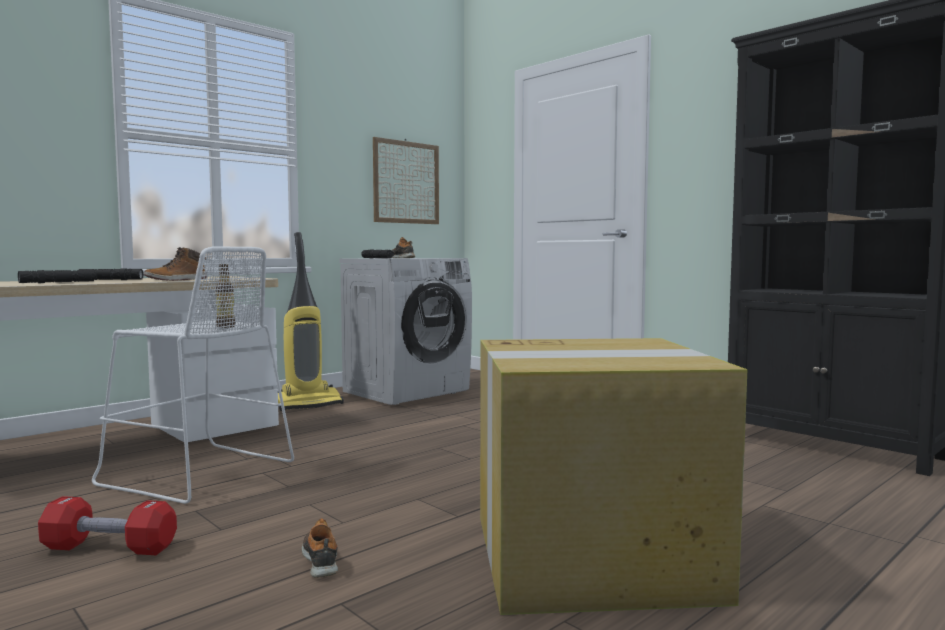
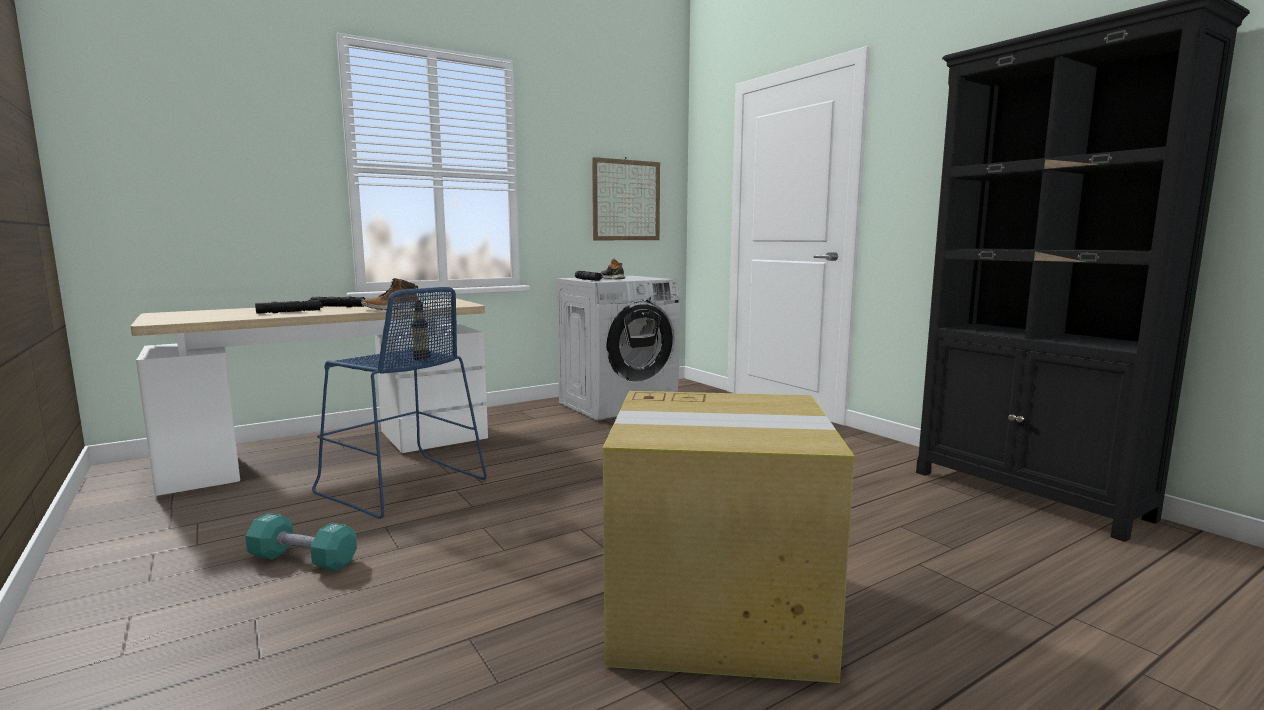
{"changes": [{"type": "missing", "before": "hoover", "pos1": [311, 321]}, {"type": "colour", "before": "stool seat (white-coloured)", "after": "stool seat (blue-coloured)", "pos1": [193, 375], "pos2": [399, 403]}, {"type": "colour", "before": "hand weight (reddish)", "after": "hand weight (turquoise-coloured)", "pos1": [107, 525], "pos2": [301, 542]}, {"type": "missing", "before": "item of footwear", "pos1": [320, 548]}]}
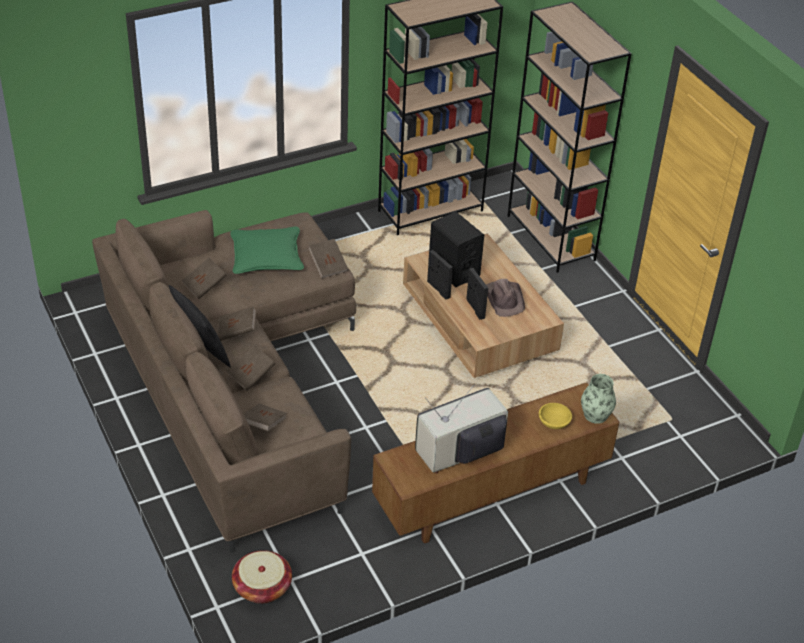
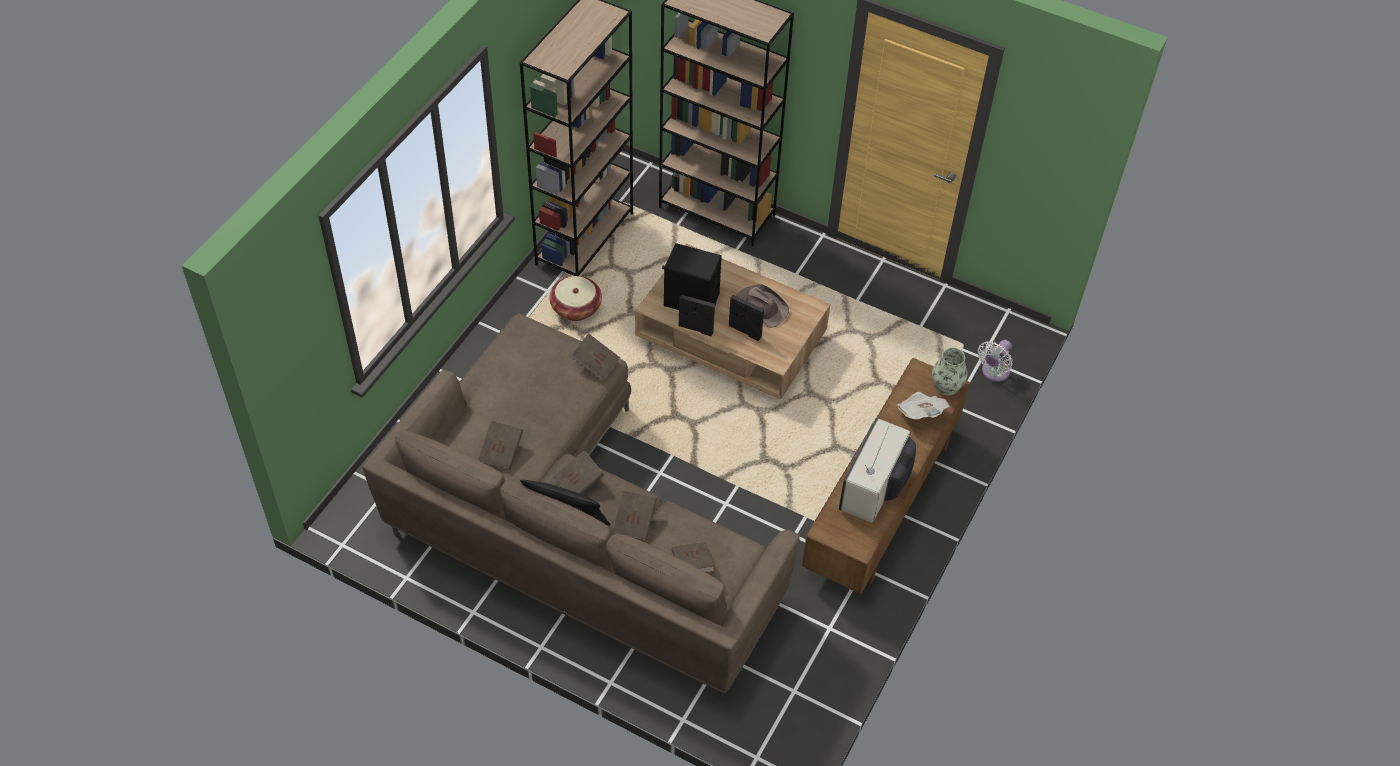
{"changes": [{"type": "missing", "before": "throw pillow (green)", "pos1": [267, 250]}, {"type": "exchanged", "before": "serving bowl (yellowish)", "after": "printed paper", "pos1": [555, 416], "pos2": [923, 405]}, {"type": "relocated", "before": "basket", "pos1": [262, 577], "pos2": [575, 298]}, {"type": "appeared", "after": "cooling fan (white-coloured)", "pos2": [995, 361]}]}
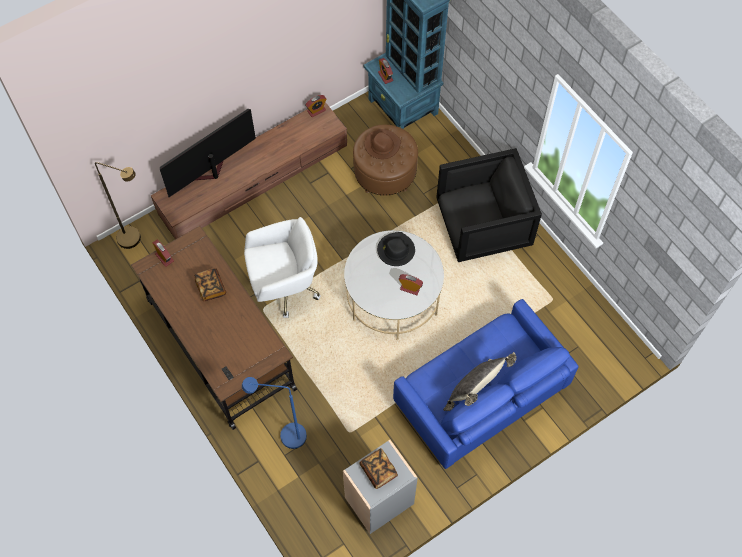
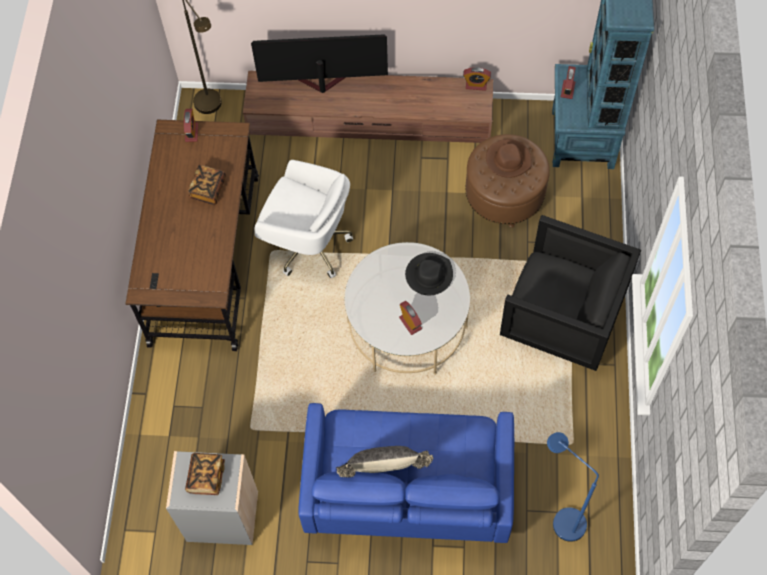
{"changes": [{"type": "relocated", "before": "floor lamp (blue-coloured)", "pos1": [274, 413], "pos2": [573, 487]}]}
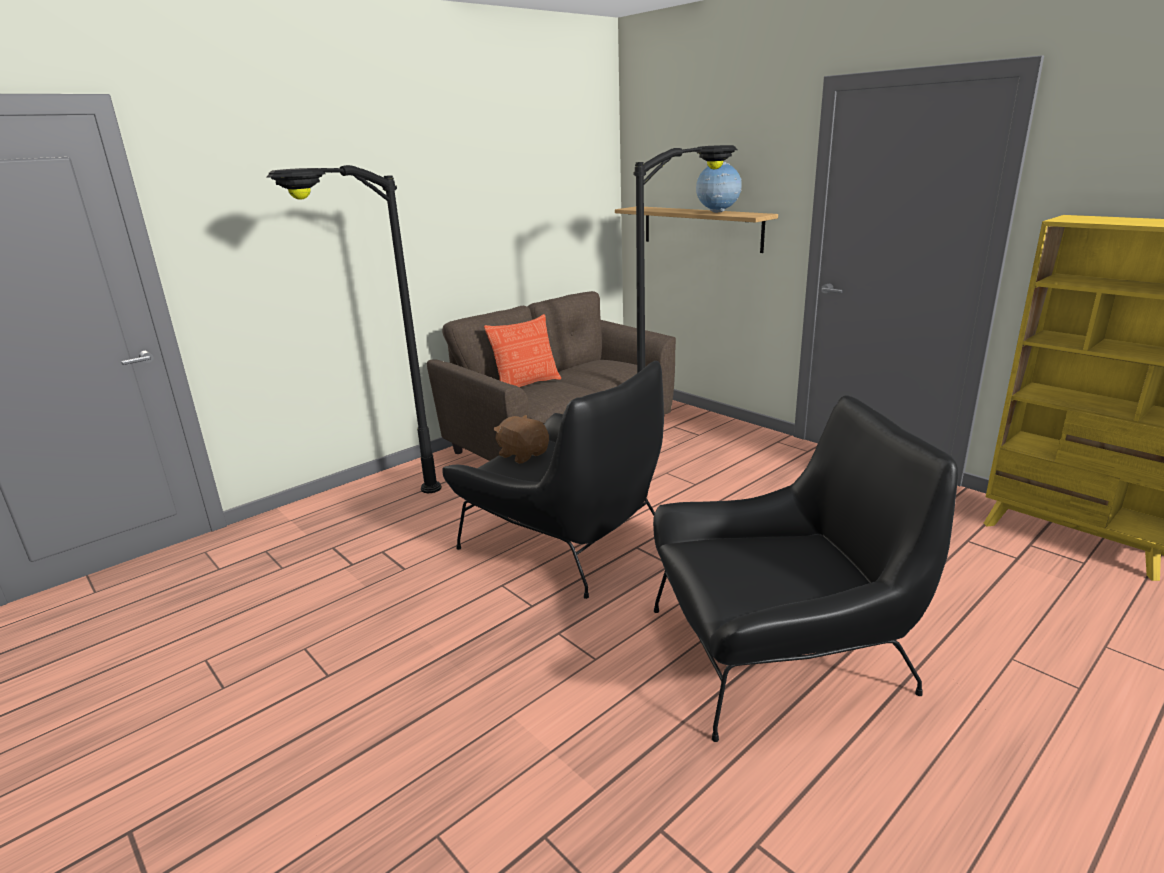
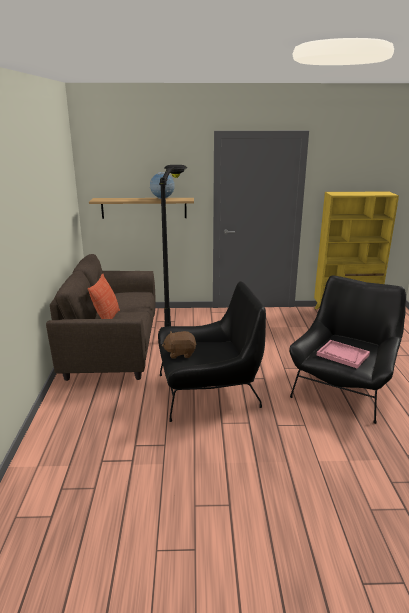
{"changes": [{"type": "missing", "before": "floor lamp (black-coloured)", "pos1": [354, 329]}, {"type": "appeared", "after": "serving tray (pink-coloured)", "pos2": [343, 354]}]}
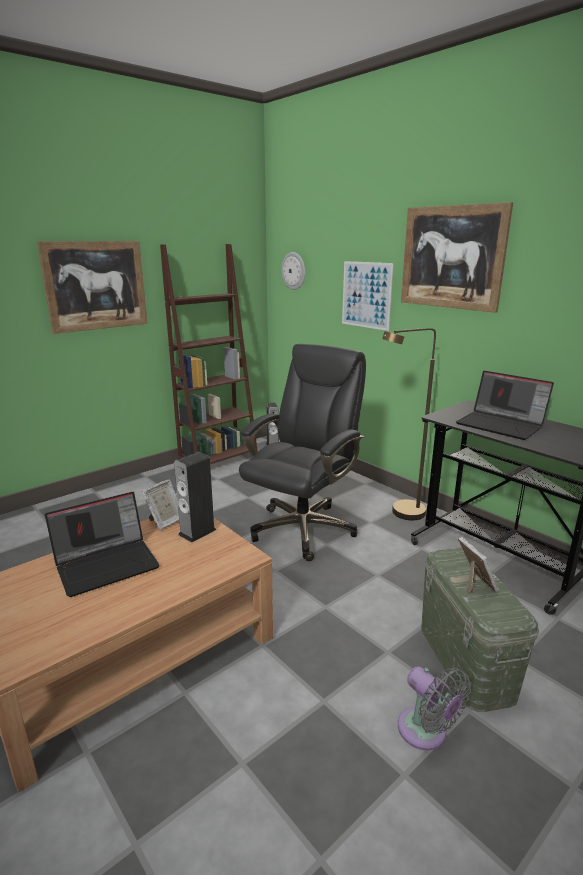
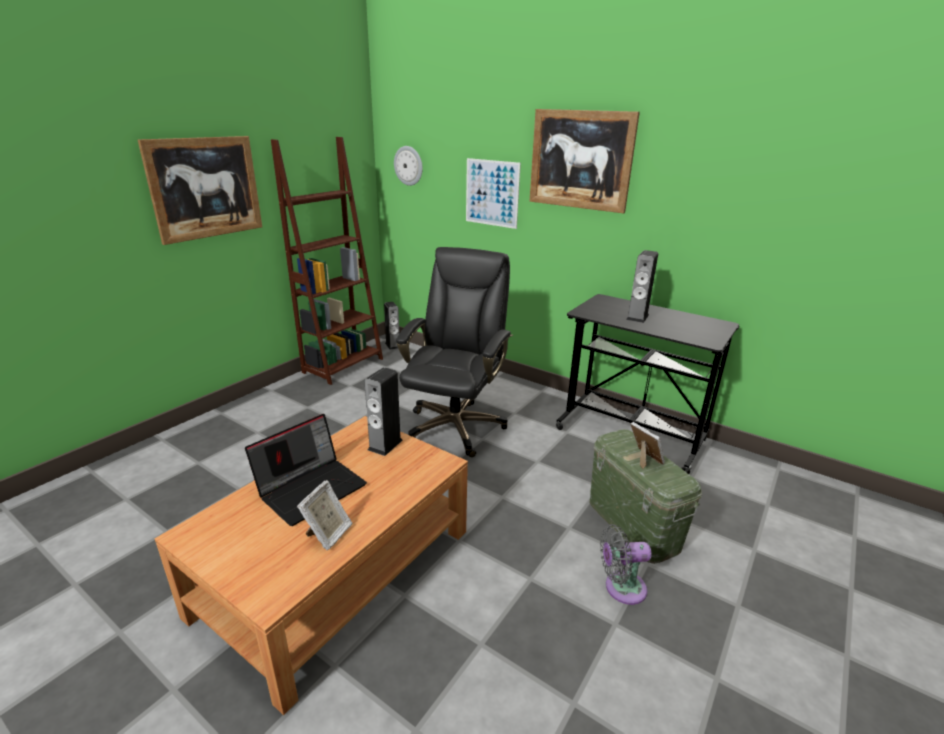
{"changes": [{"type": "missing", "before": "floor lamp (brownish)", "pos1": [409, 424]}, {"type": "exchanged", "before": "laptop", "after": "audio speaker", "pos1": [505, 405], "pos2": [642, 286]}, {"type": "relocated", "before": "standing frame", "pos1": [160, 505], "pos2": [324, 515]}, {"type": "spun", "before": "cooling fan (greyish)", "pos1": [434, 708], "pos2": [626, 564], "turn": 135}]}
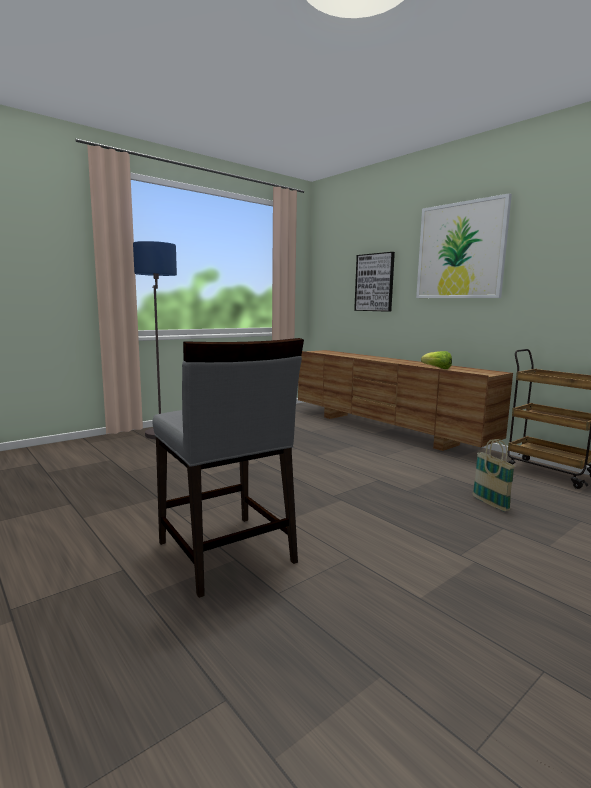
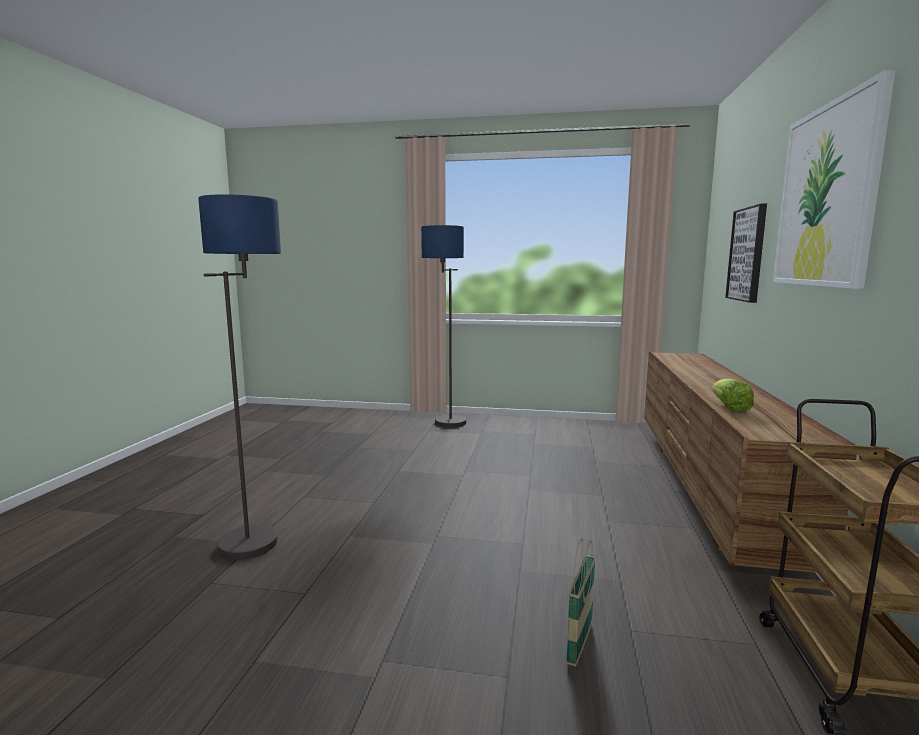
{"changes": [{"type": "exchanged", "before": "upright chair (greyish)", "after": "floor lamp (blue-coloured)", "pos1": [228, 468], "pos2": [239, 377]}]}
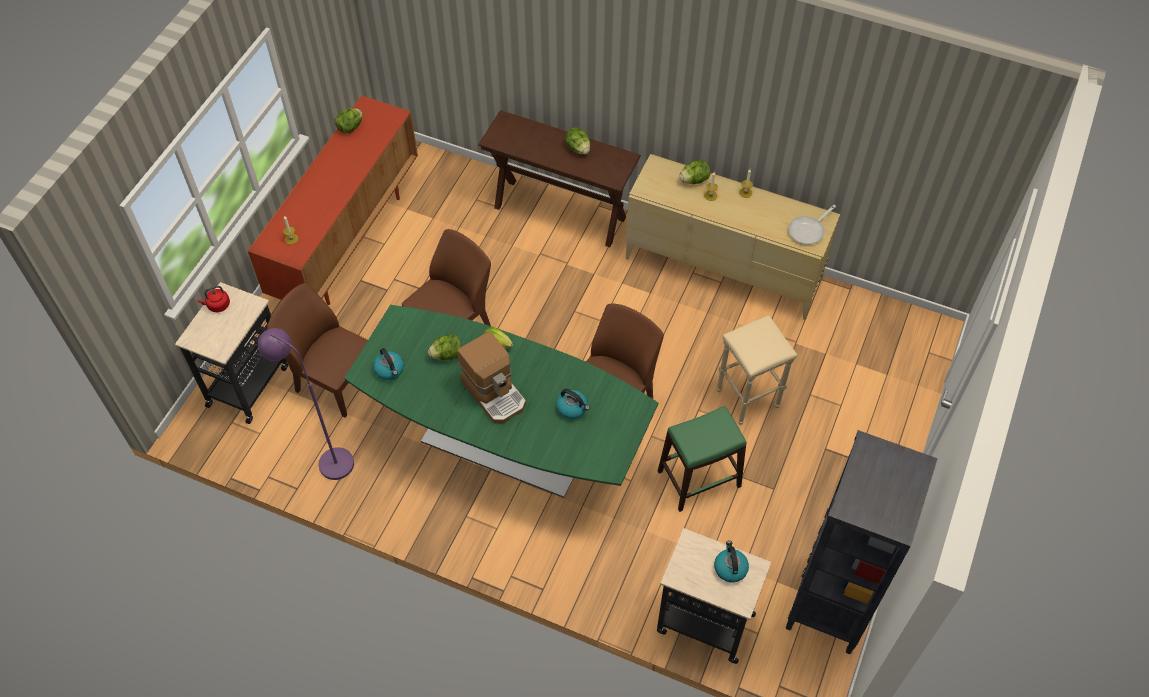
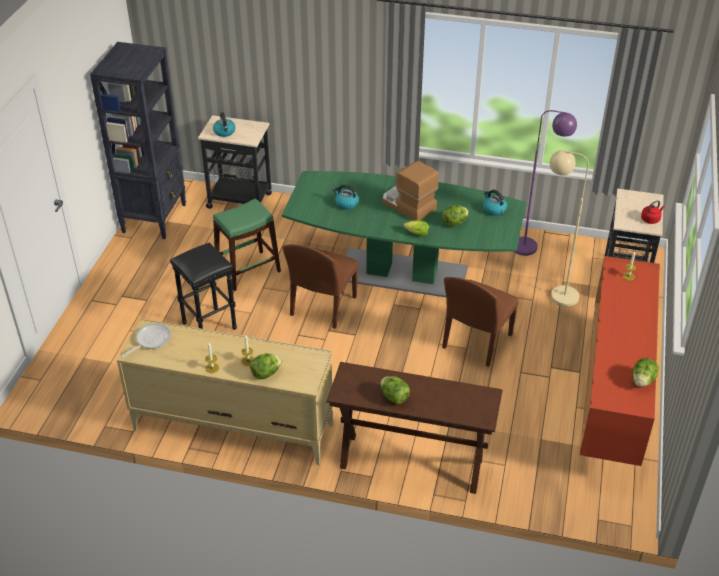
{"changes": [{"type": "exchanged", "before": "upright chair (brownish)", "after": "floor lamp (beige)", "pos1": [317, 350], "pos2": [569, 228]}, {"type": "colour", "before": "stool seat (beige)", "after": "stool seat (black-coloured)", "pos1": [756, 370], "pos2": [203, 286]}]}
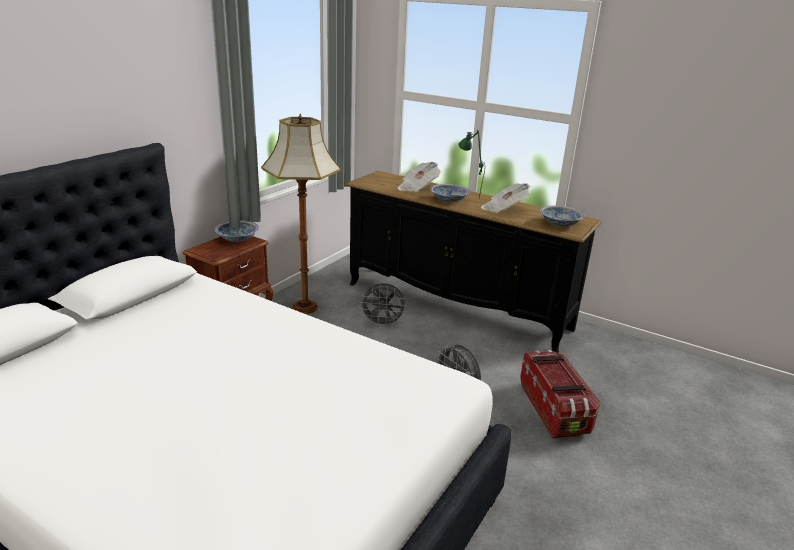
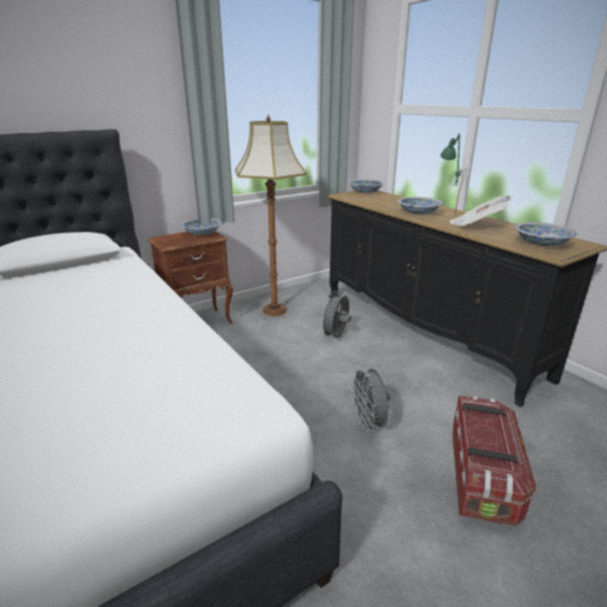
{"changes": [{"type": "missing", "before": "printed paper", "pos1": [419, 177]}, {"type": "spun", "before": "cooling fan (greyish)", "pos1": [383, 305], "pos2": [335, 315], "turn": 90}, {"type": "appeared", "after": "serving bowl", "pos2": [366, 186]}]}
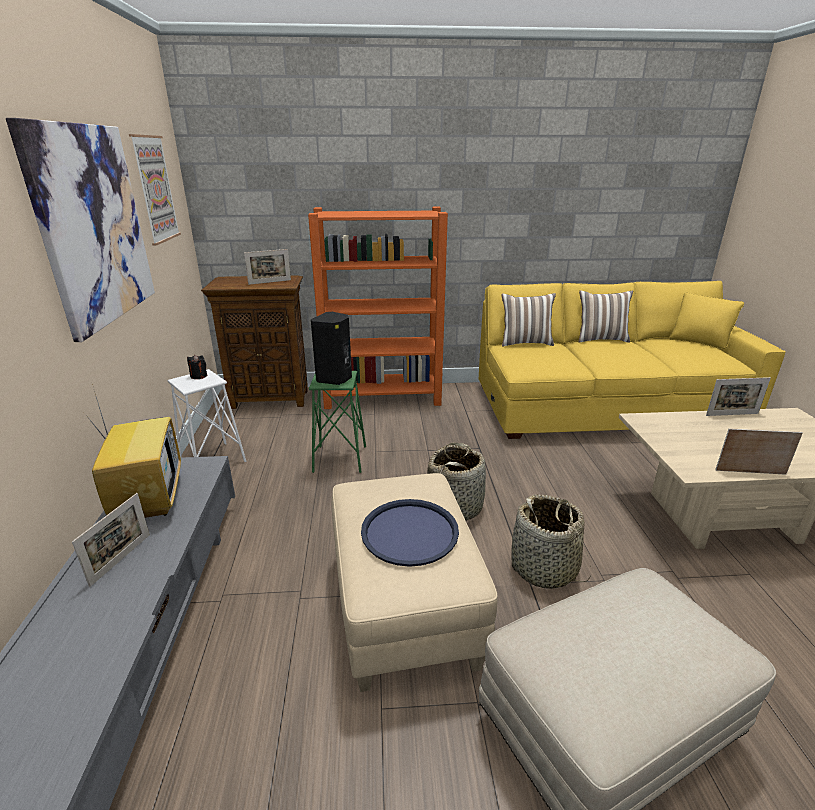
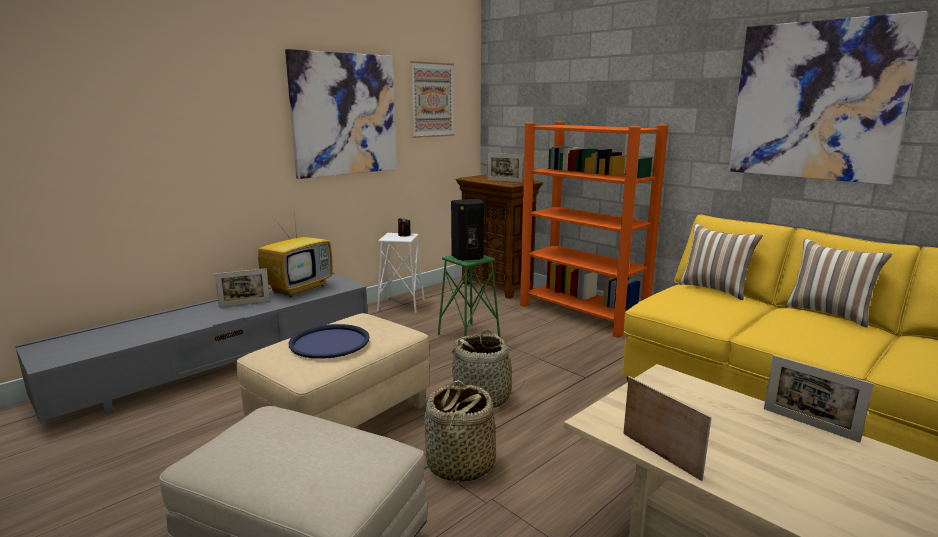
{"changes": [{"type": "appeared", "after": "wall picture", "pos2": [828, 98]}]}
